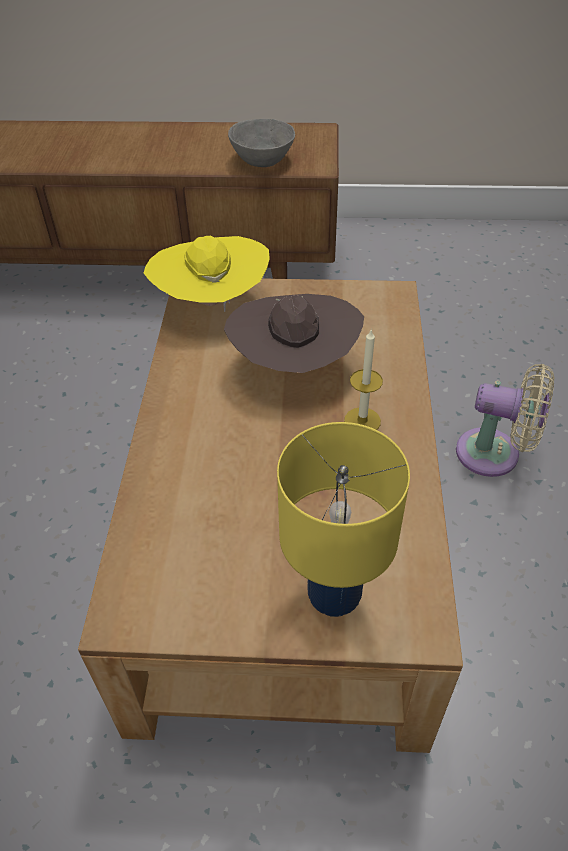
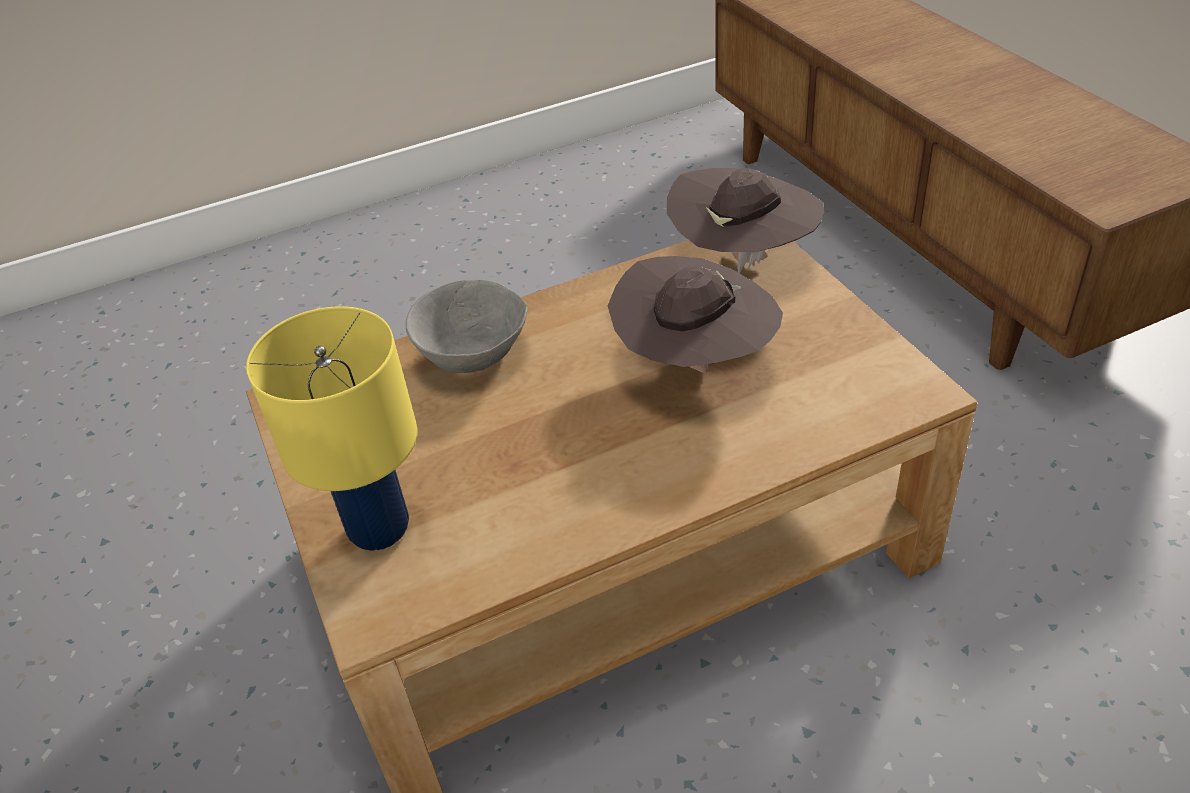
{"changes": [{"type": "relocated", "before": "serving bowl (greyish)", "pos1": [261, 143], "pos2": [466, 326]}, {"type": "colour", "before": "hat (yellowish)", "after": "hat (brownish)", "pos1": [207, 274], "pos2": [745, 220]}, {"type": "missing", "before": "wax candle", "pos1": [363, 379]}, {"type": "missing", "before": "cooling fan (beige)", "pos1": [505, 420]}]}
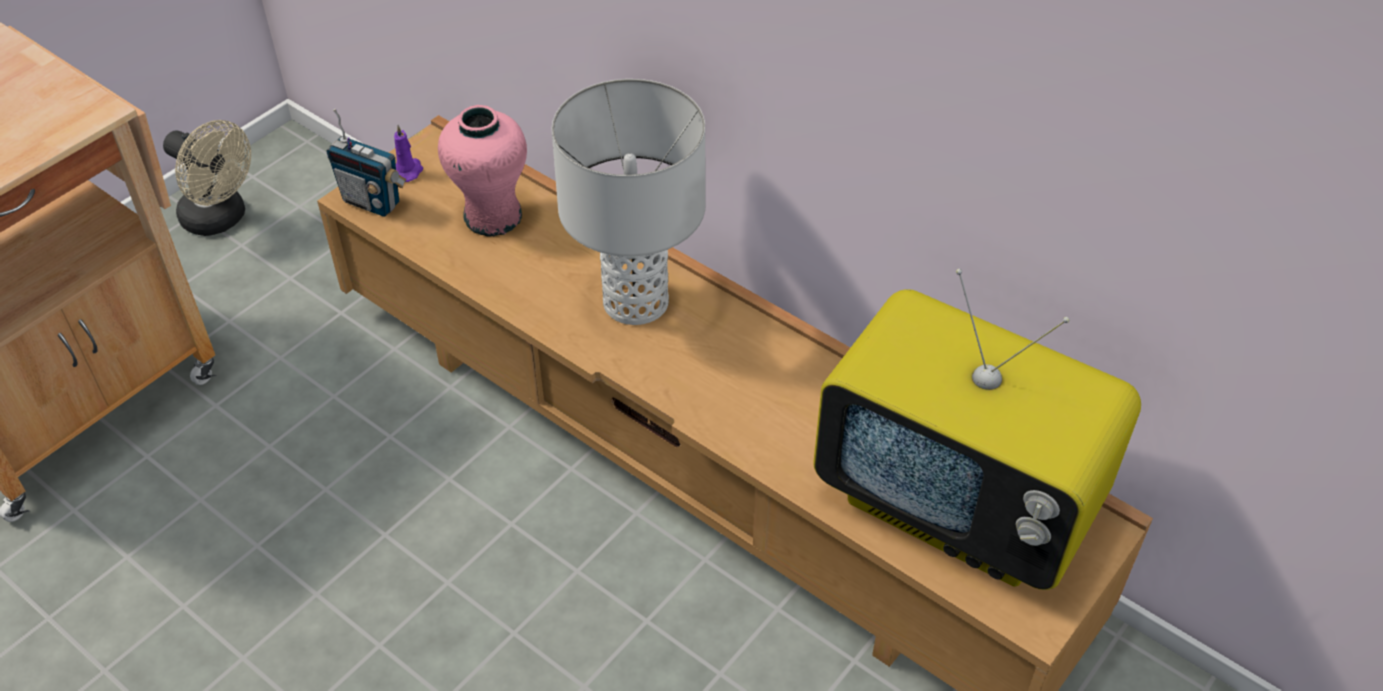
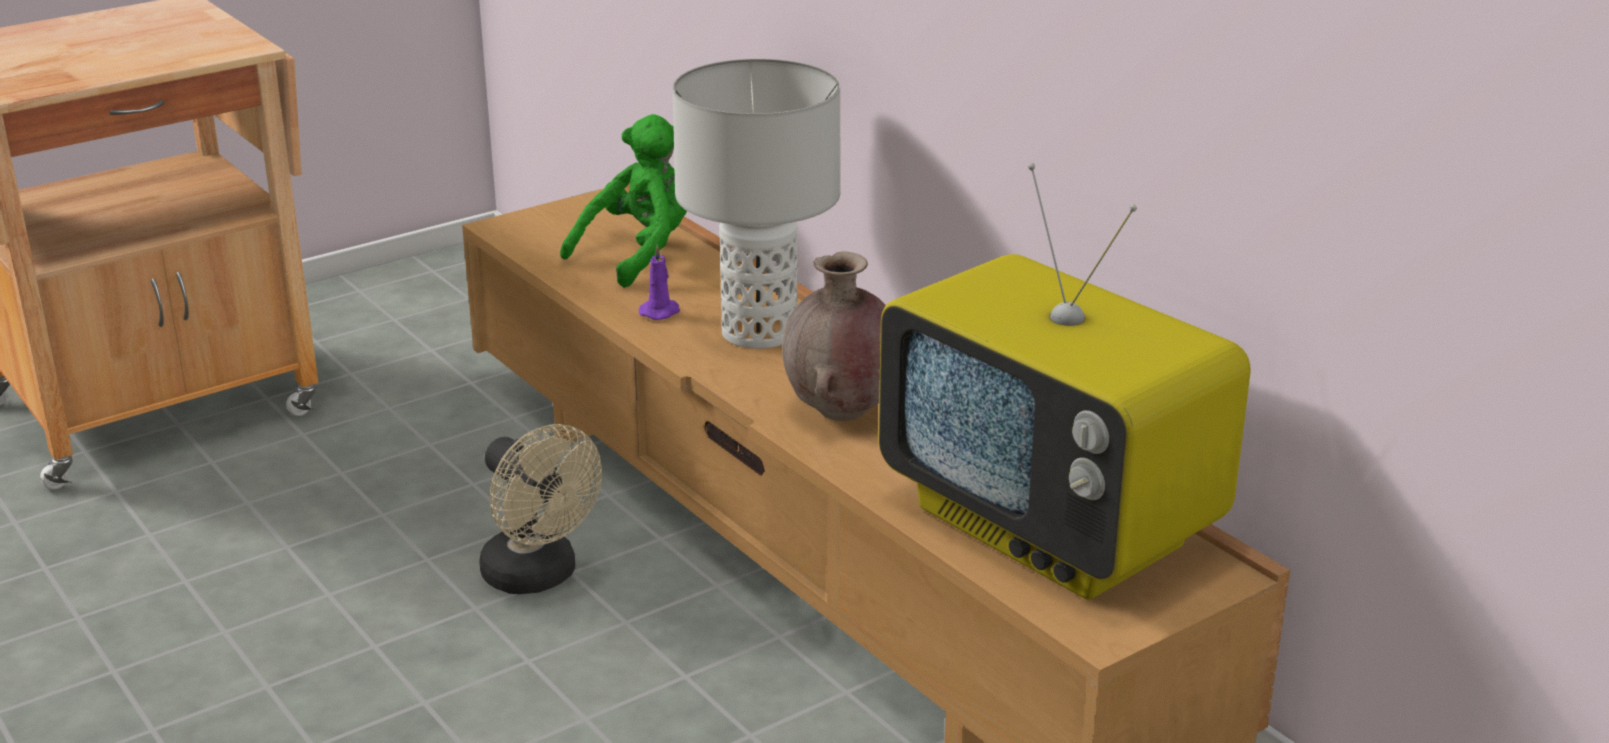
{"changes": [{"type": "exchanged", "before": "vase (pink-coloured)", "after": "plush toy (green)", "pos1": [482, 170], "pos2": [623, 201]}, {"type": "missing", "before": "radio receiver", "pos1": [366, 163]}, {"type": "relocated", "before": "cooling fan (beige)", "pos1": [207, 178], "pos2": [540, 509]}, {"type": "relocated", "before": "wax candle (purplish)", "pos1": [408, 153], "pos2": [659, 282]}, {"type": "appeared", "after": "vase (brownish)", "pos2": [834, 336]}]}
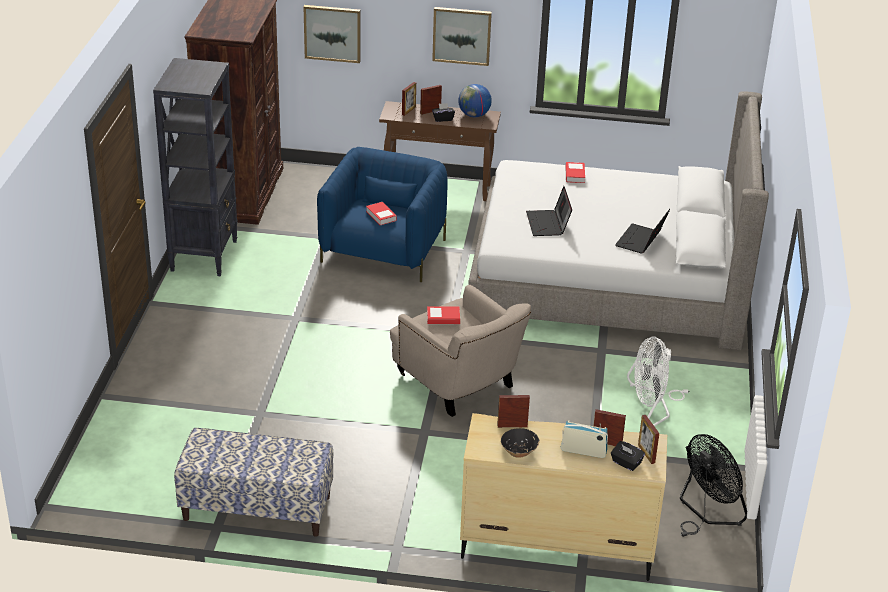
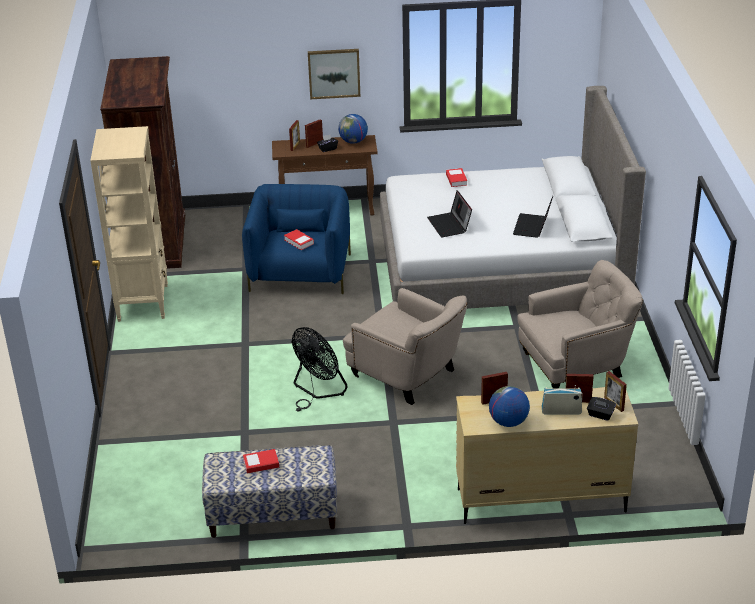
{"changes": [{"type": "missing", "before": "wall picture", "pos1": [332, 34]}, {"type": "colour", "before": "bookshelf (black-coloured)", "after": "bookshelf (beige)", "pos1": [195, 167], "pos2": [129, 224]}, {"type": "relocated", "before": "bound book", "pos1": [443, 315], "pos2": [261, 461]}, {"type": "exchanged", "before": "cooling fan (white-coloured)", "after": "lounge chair (beige)", "pos1": [658, 381], "pos2": [580, 324]}, {"type": "exchanged", "before": "serving bowl (black-coloured)", "after": "globe", "pos1": [520, 443], "pos2": [509, 406]}, {"type": "relocated", "before": "cooling fan (black-coloured)", "pos1": [713, 485], "pos2": [319, 369]}]}
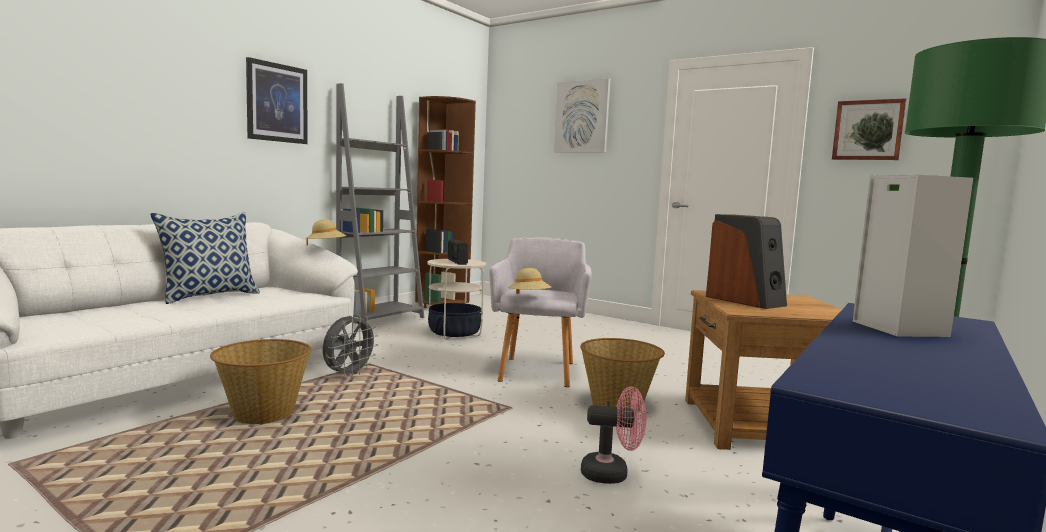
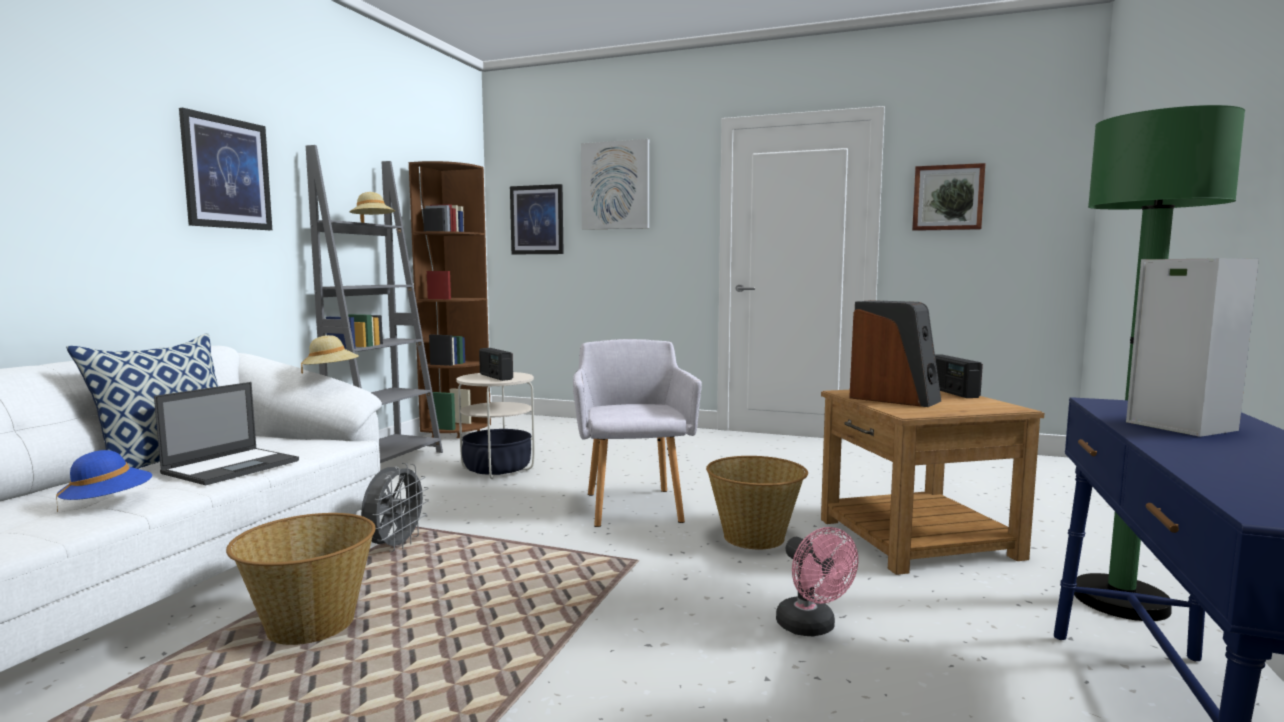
{"changes": [{"type": "relocated", "before": "hat (beige)", "pos1": [529, 281], "pos2": [372, 207]}, {"type": "spun", "before": "cooling fan (pink-coloured)", "pos1": [613, 435], "pos2": [817, 581], "turn": 75}, {"type": "appeared", "after": "wall picture", "pos2": [537, 219]}, {"type": "appeared", "after": "radio receiver", "pos2": [959, 376]}, {"type": "appeared", "after": "laptop", "pos2": [226, 433]}, {"type": "appeared", "after": "hat (blue-coloured)", "pos2": [104, 481]}]}
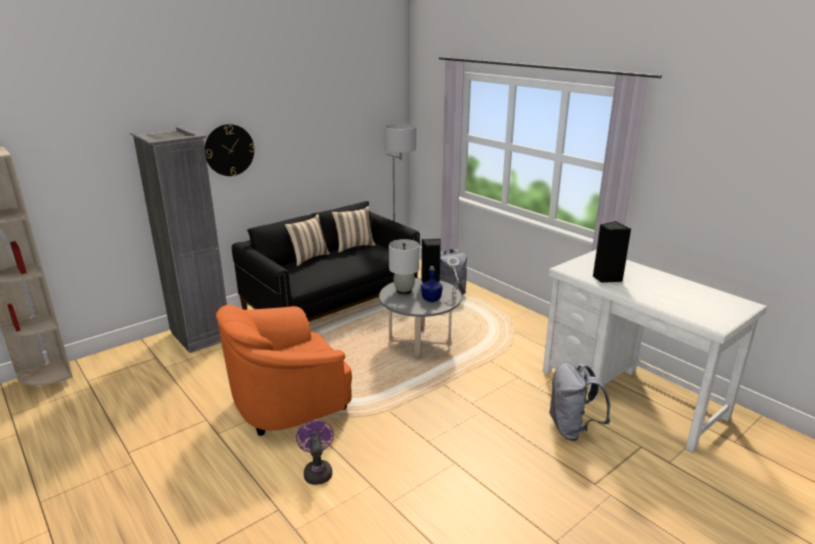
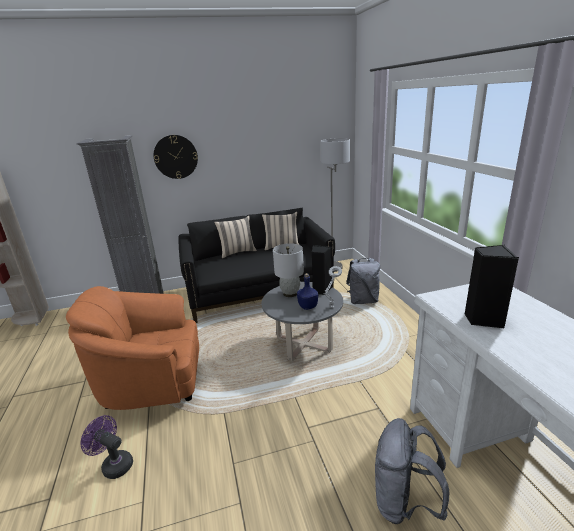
{"changes": [{"type": "spun", "before": "cooling fan (purplish)", "pos1": [315, 452], "pos2": [107, 447], "turn": -75}]}
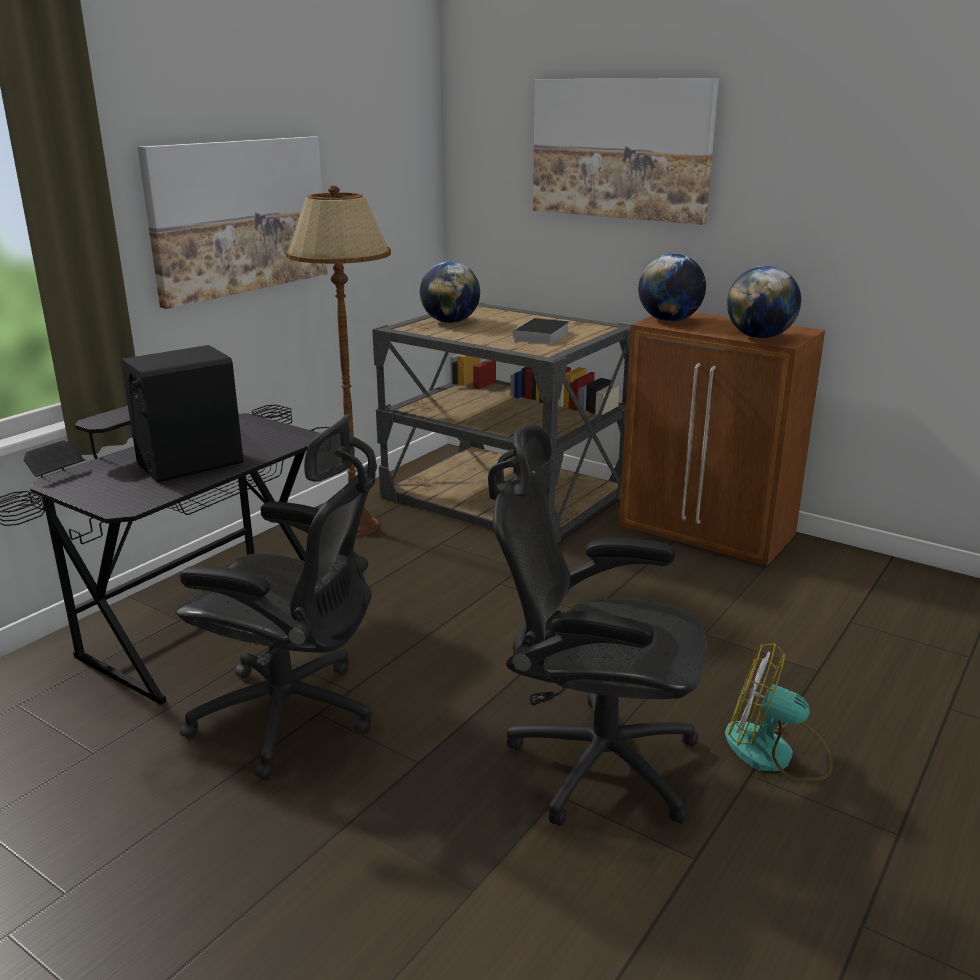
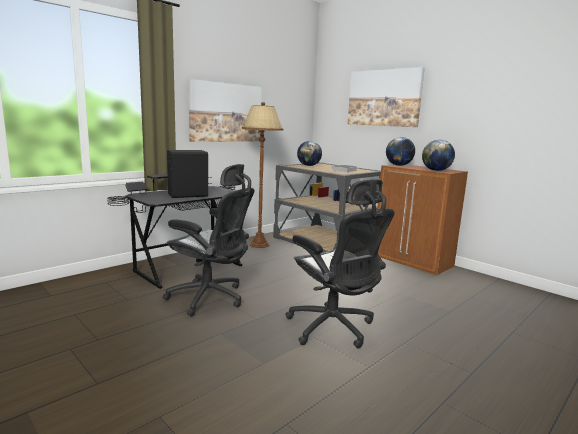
{"changes": [{"type": "spun", "before": "desk chair", "pos1": [597, 625], "pos2": [340, 264], "turn": -150}, {"type": "missing", "before": "cooling fan", "pos1": [779, 712]}]}
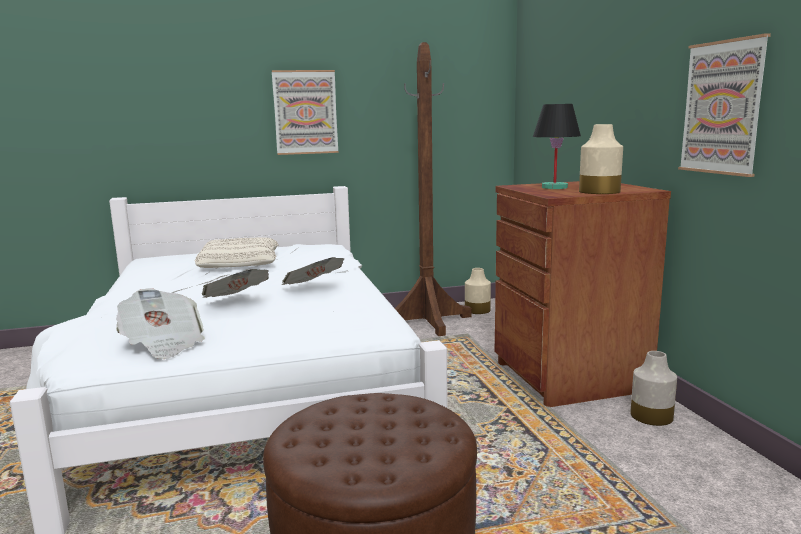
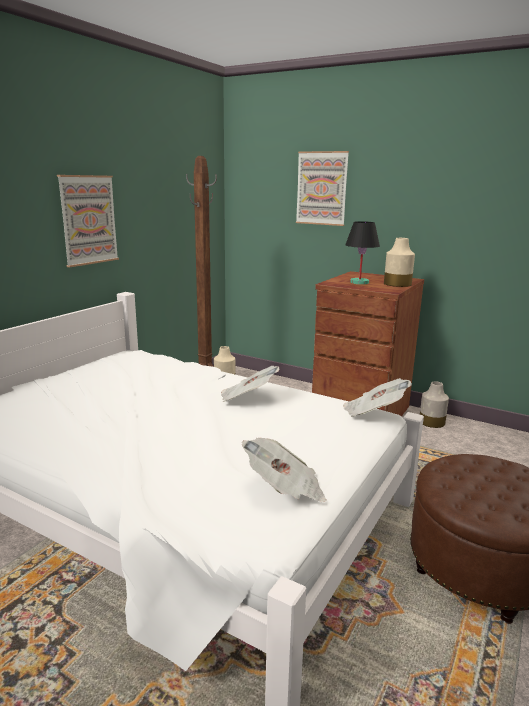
{"changes": [{"type": "relocated", "before": "wall picture", "pos1": [724, 105], "pos2": [322, 188]}, {"type": "missing", "before": "throw pillow (beige)", "pos1": [237, 252]}, {"type": "relocated", "before": "printed paper", "pos1": [235, 283], "pos2": [377, 397]}]}
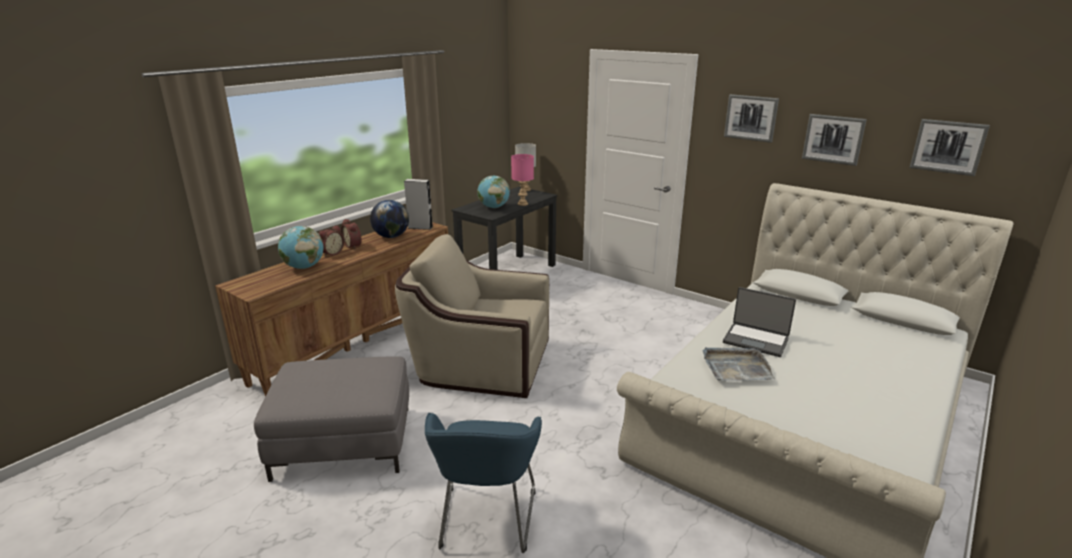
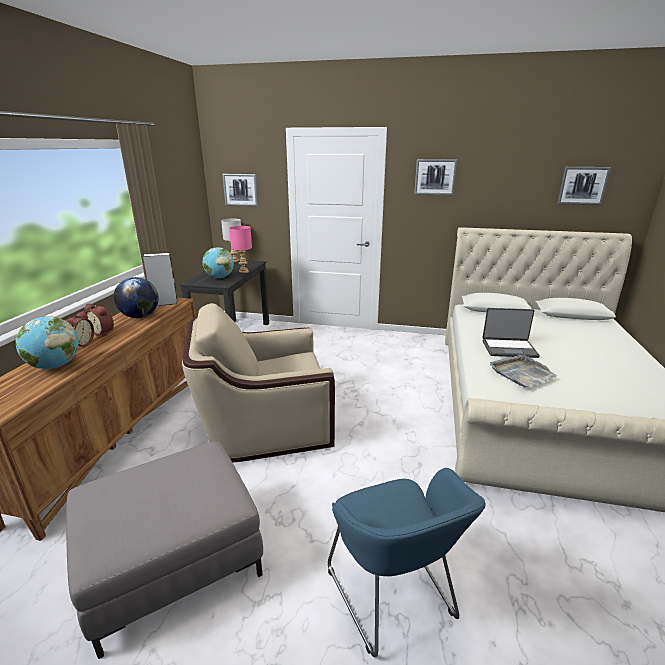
{"changes": [{"type": "relocated", "before": "wall picture", "pos1": [834, 140], "pos2": [240, 190]}]}
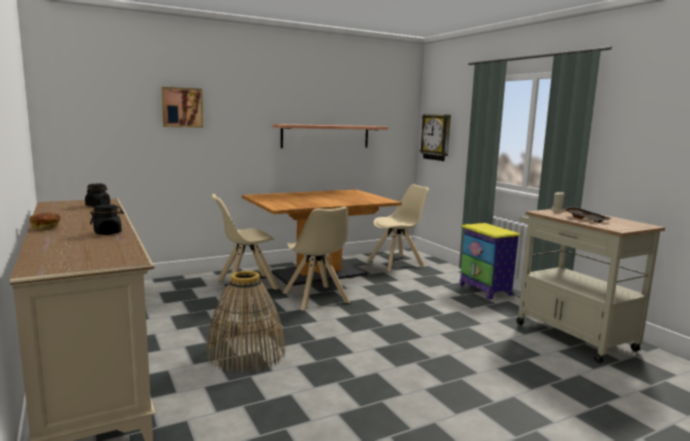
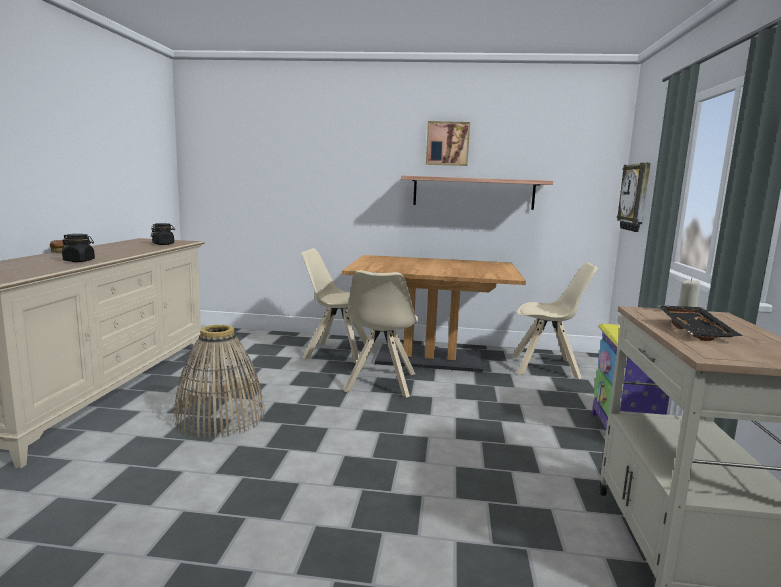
{"changes": [{"type": "relocated", "before": "wall picture", "pos1": [182, 107], "pos2": [448, 143]}]}
